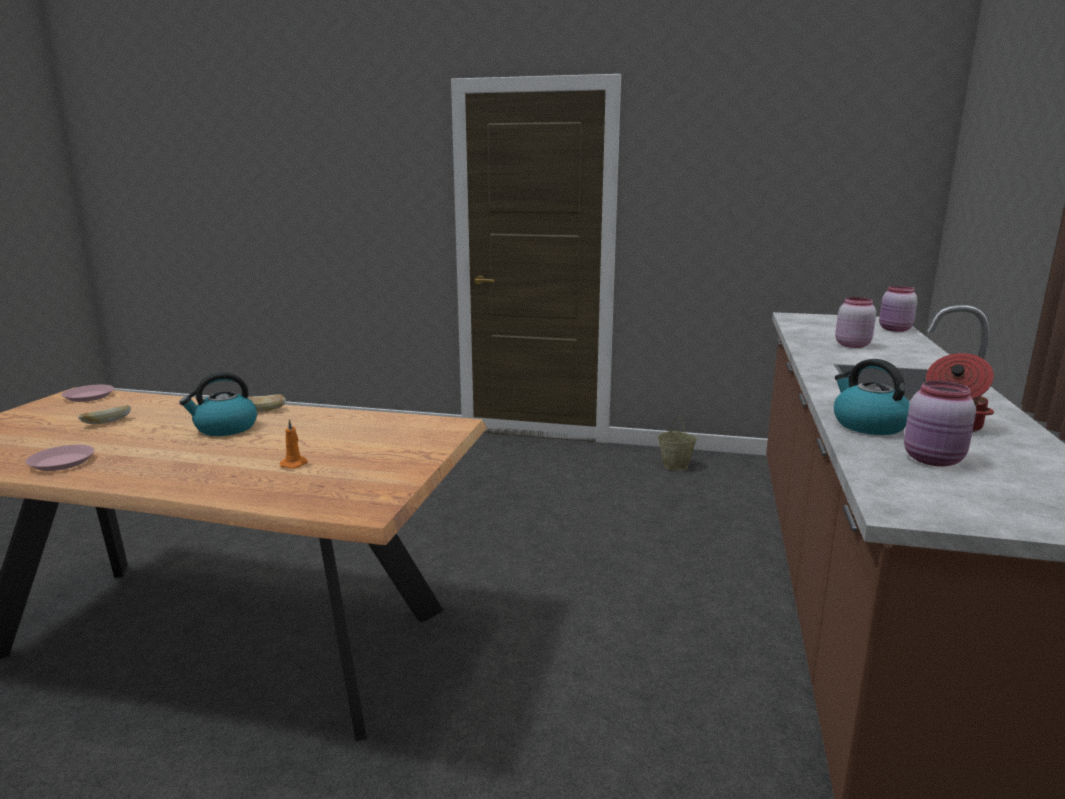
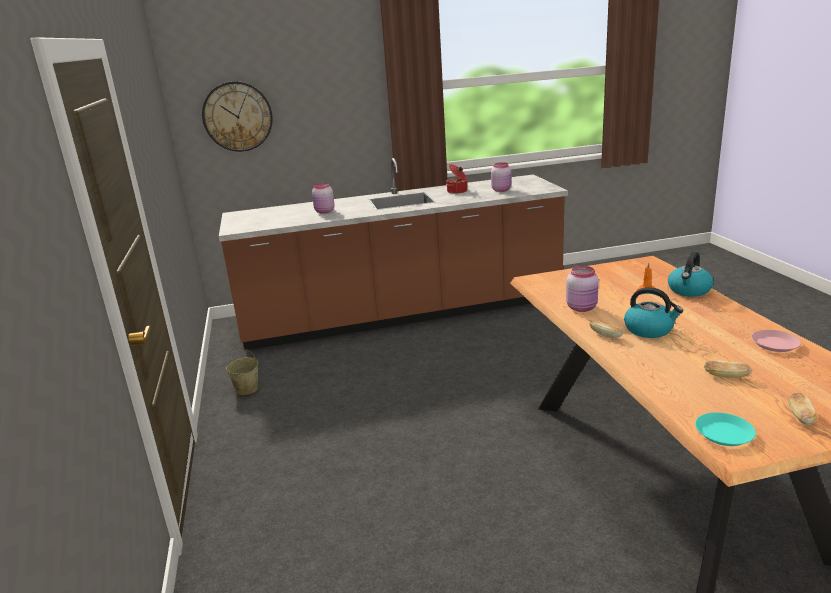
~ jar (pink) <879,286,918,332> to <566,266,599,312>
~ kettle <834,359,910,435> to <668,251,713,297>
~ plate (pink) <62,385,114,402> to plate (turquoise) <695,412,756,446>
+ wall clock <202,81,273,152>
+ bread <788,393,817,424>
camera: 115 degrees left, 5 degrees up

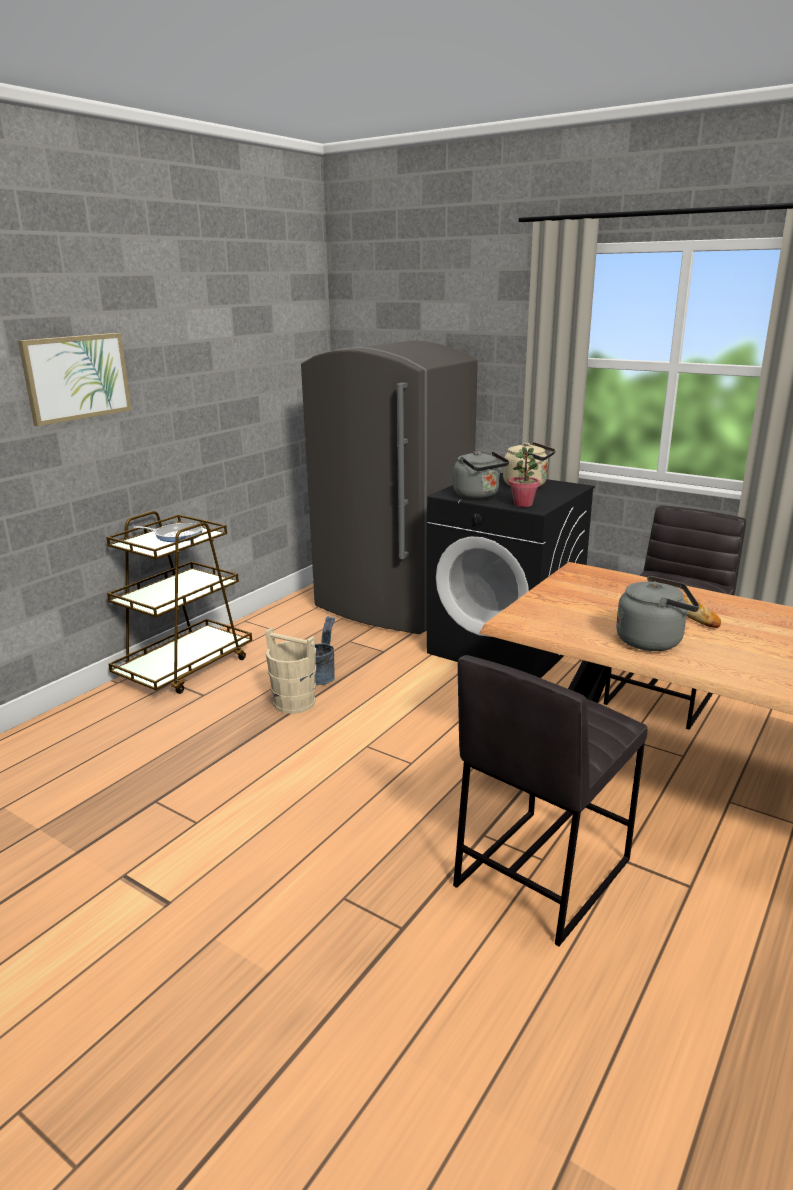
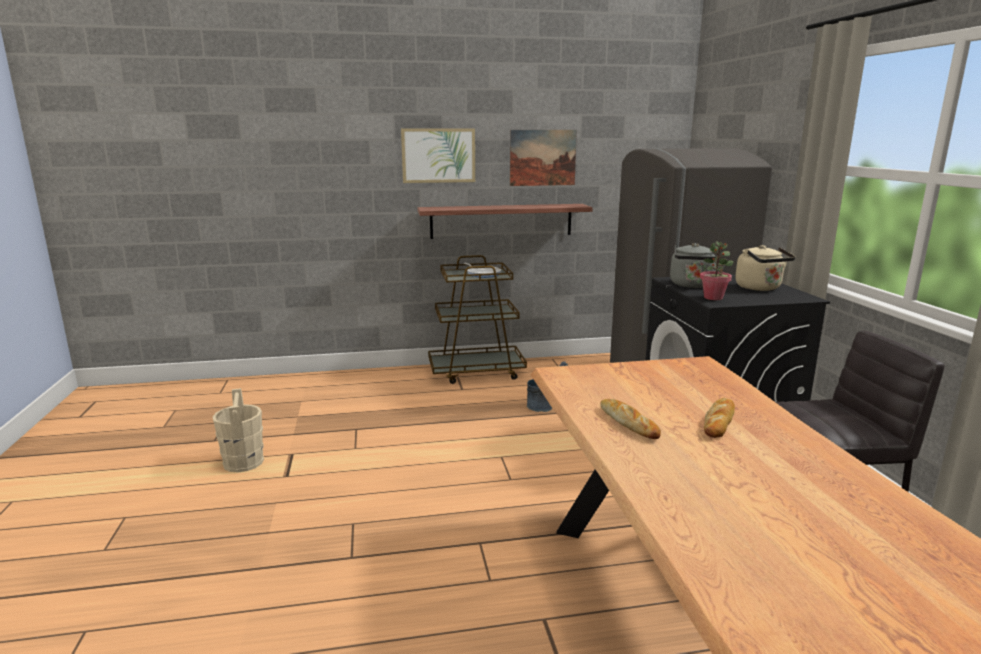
~ kettle (grey) <616,576,699,651> to bread <601,399,661,439>
~ bucket (beige) <265,628,316,714> to <212,388,264,472>
- stool (grey) <453,655,647,946>
+ picture <510,130,577,186>
+ shelf <417,204,593,239>
camera: 45 degrees right, 5 degrees down

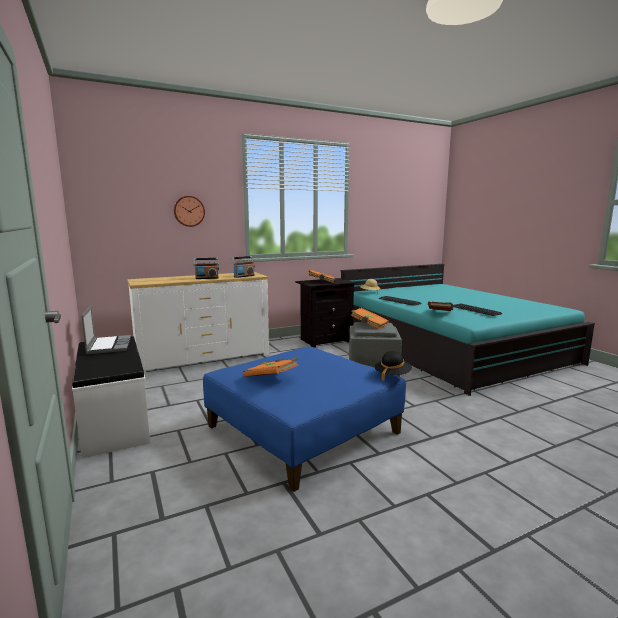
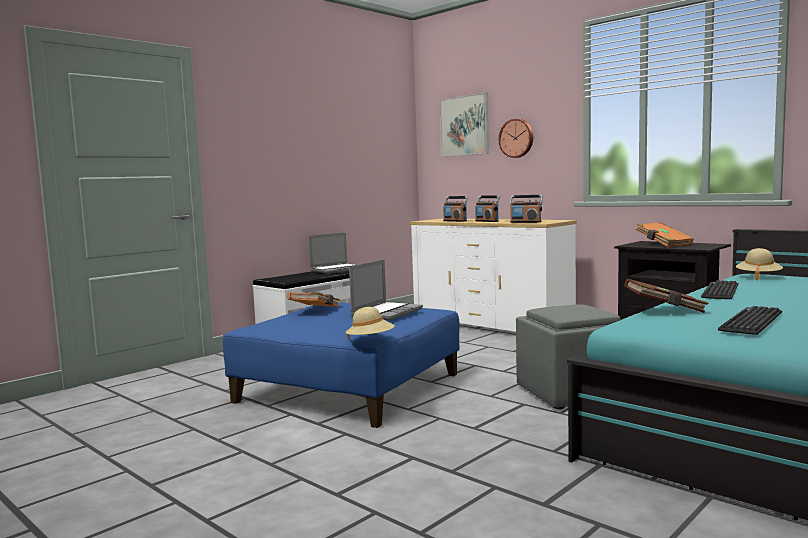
- book (orange) <350,308,389,329>
~ hat (black) <375,351,412,381> to hat (beige) <346,307,395,340>
+ picture <439,93,489,157>
+ radio <443,196,469,222>
+ laptop <349,259,423,320>
camera: 70 degrees right, 5 degrees down

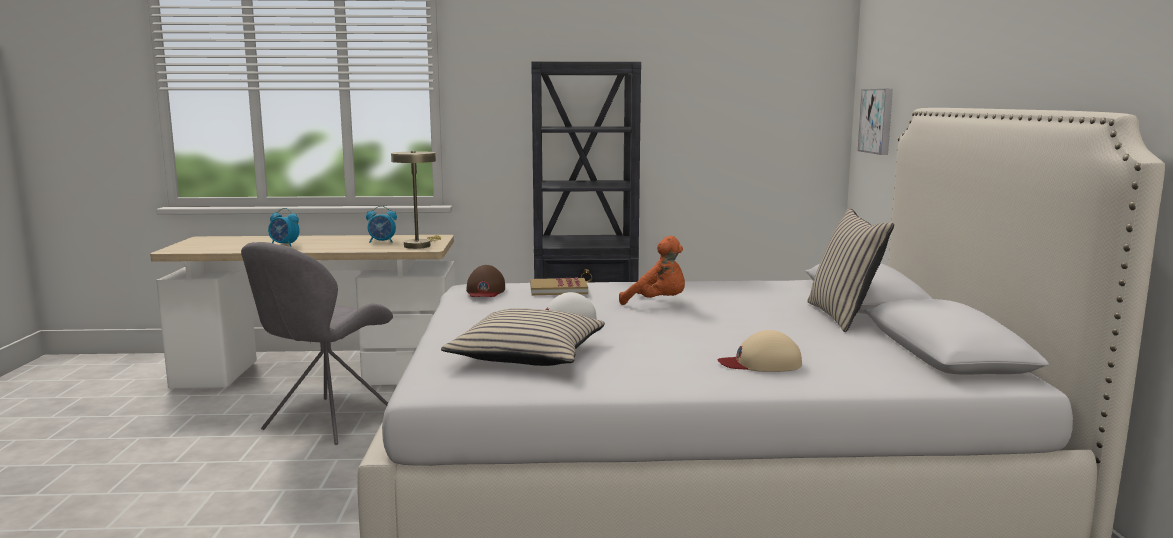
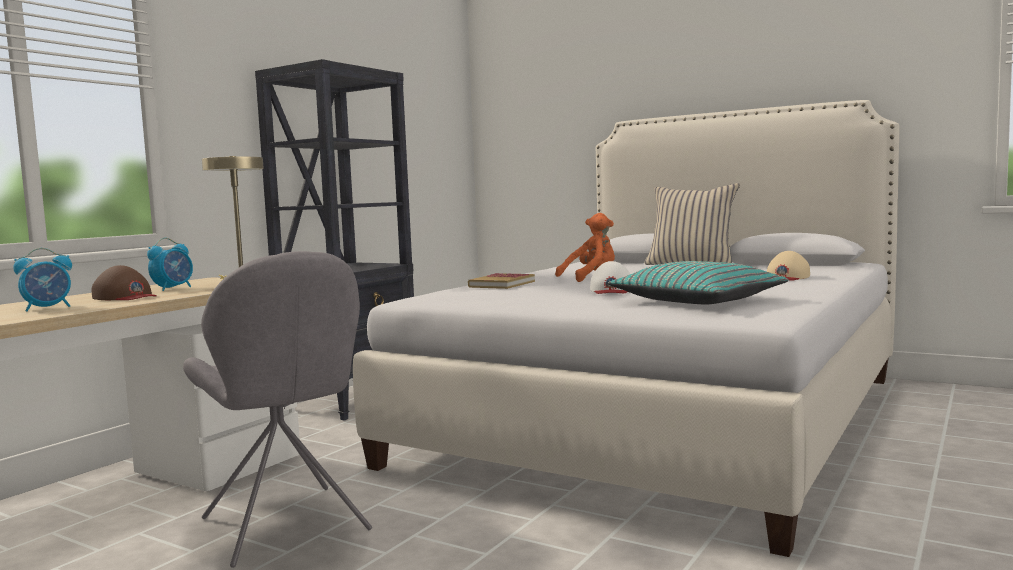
- picture <858,89,893,155>
~ cap (brown) <466,265,505,297> to <92,265,157,300>
~ pillow (beige) <441,308,605,366> to pillow (turquoise) <608,261,789,304>
camera: 55 degrees left, 5 degrees down

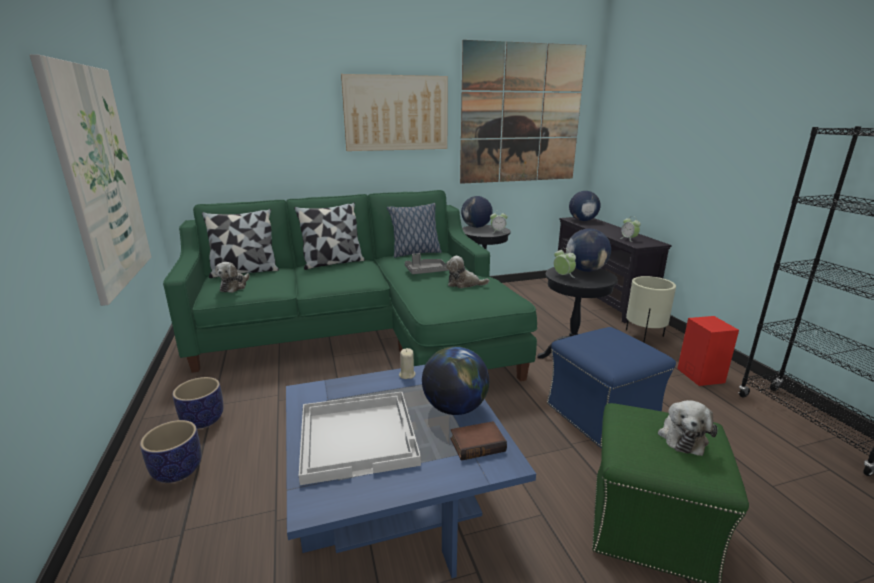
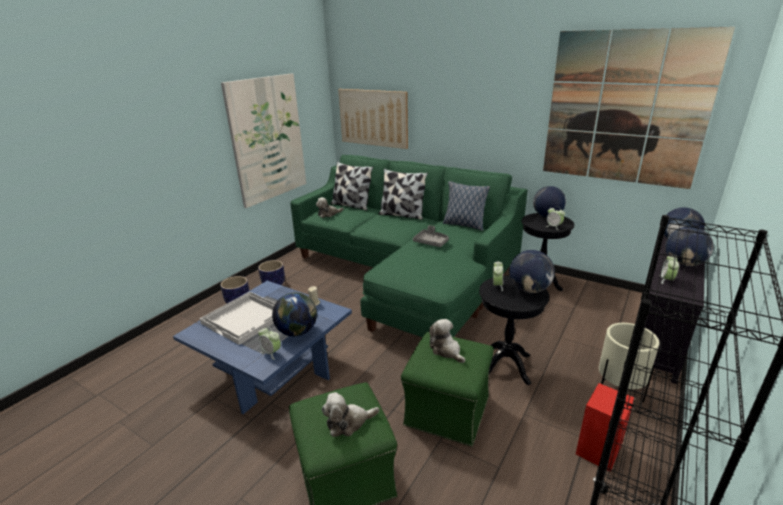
~ picture <341,74,448,151> to <338,89,408,149>
~ plush toy <446,256,489,288> to <429,319,465,363>
~ ottoman (blue) <547,327,676,448> to ottoman (green) <401,332,494,447>
~ book <451,421,507,461> to alarm clock <258,326,281,360>
+ globe <665,227,714,267>
camera: 50 degrees right, 5 degrees up

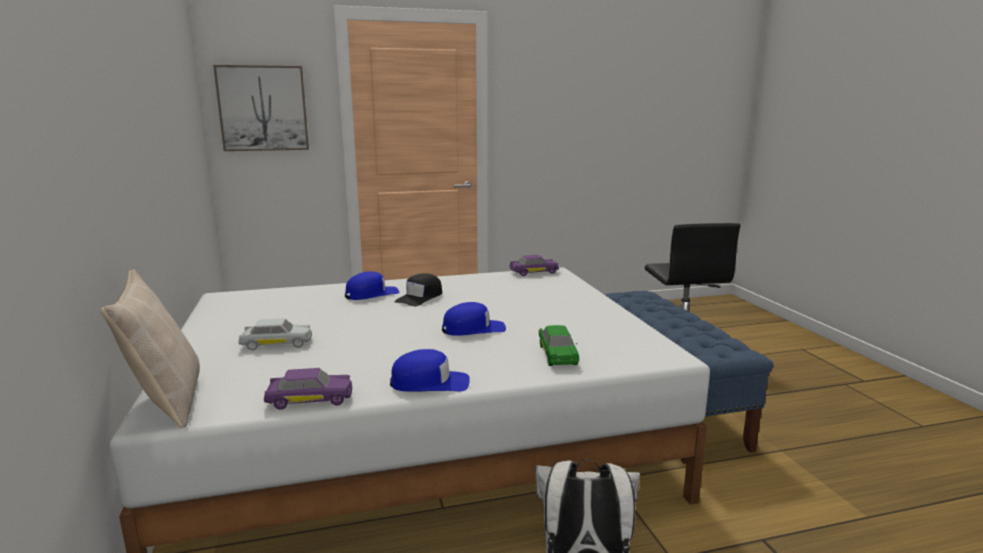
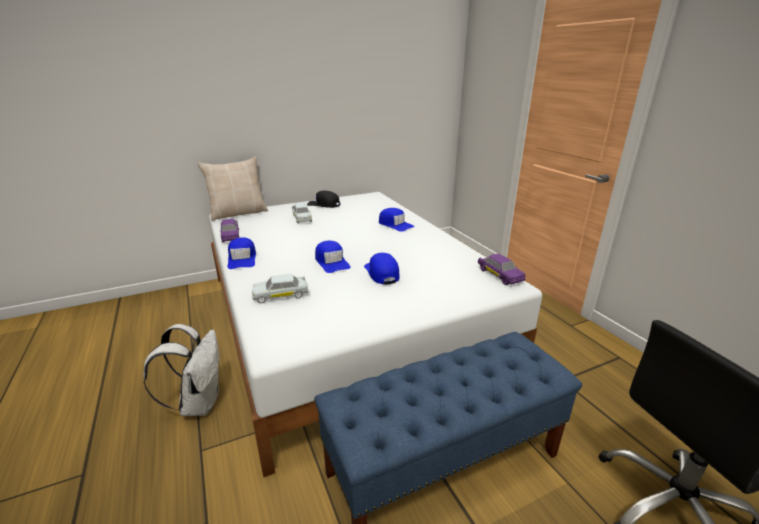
- picture <213,65,309,151>
~ cap (black) <395,273,442,306> to <307,191,341,208>
~ toy car (green) <539,325,579,366> to toy car (white) <252,274,308,303>
+ cap (blue) <364,253,400,284>
camera: 80 degrees right, 10 degrees up

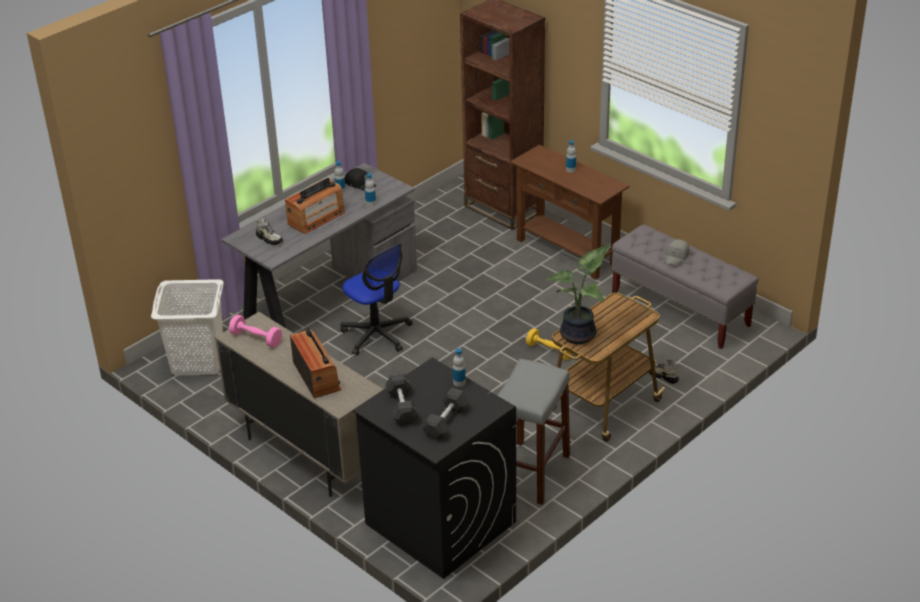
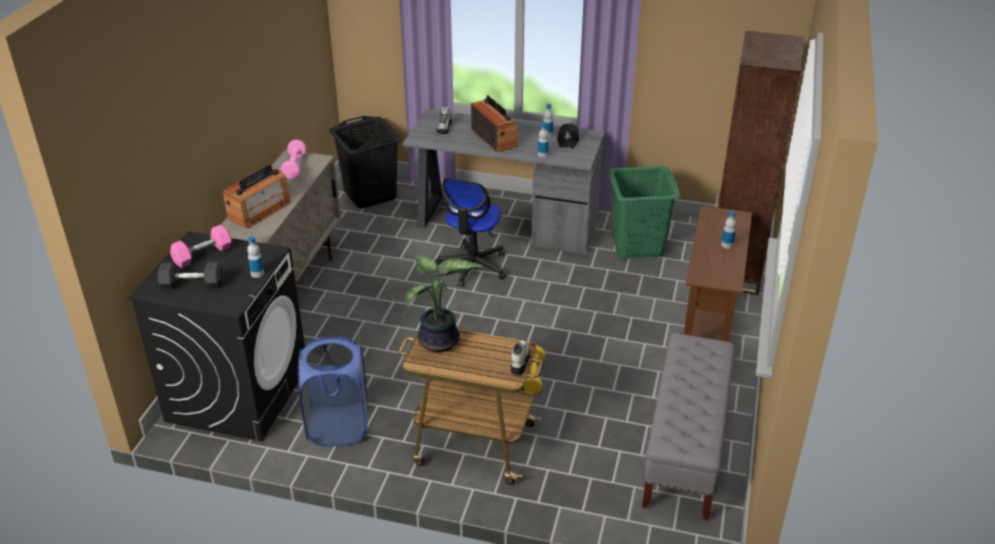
~ radio <285,178,345,234> = <471,95,518,152> 135 degrees counterclockwise
- cap (grey) <664,239,690,266>
~ laundry basket (white) <151,279,224,376> to laundry basket (black) <329,116,402,209>
~ stool (grey) <497,359,570,505> to laundry basket (blue) <298,336,368,446>
~ shoe <649,360,679,384> to <511,339,530,375>
~ dumbbell (grey) <385,374,419,426> to dumbbell (pink) <170,225,232,268>
+ laundry basket (green) <608,166,680,259>
camera: 60 degrees right, 0 degrees up

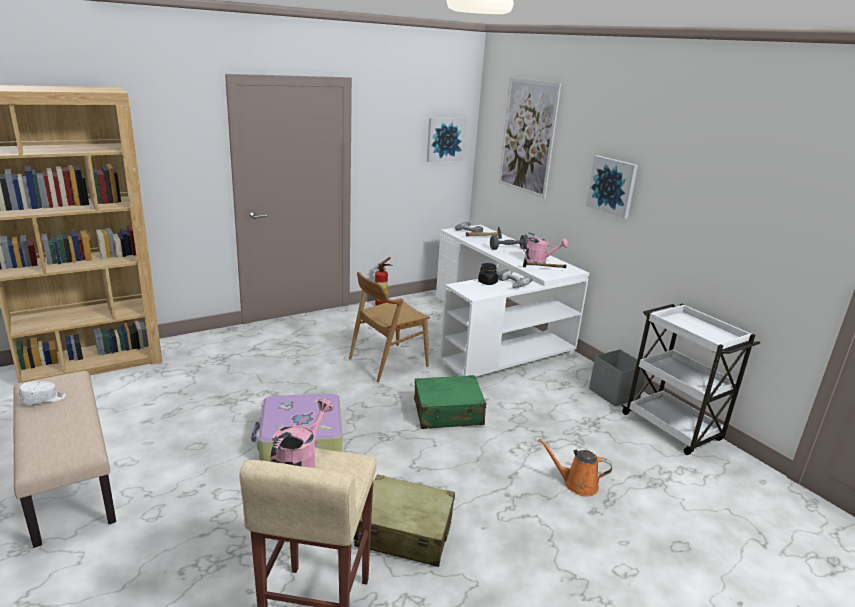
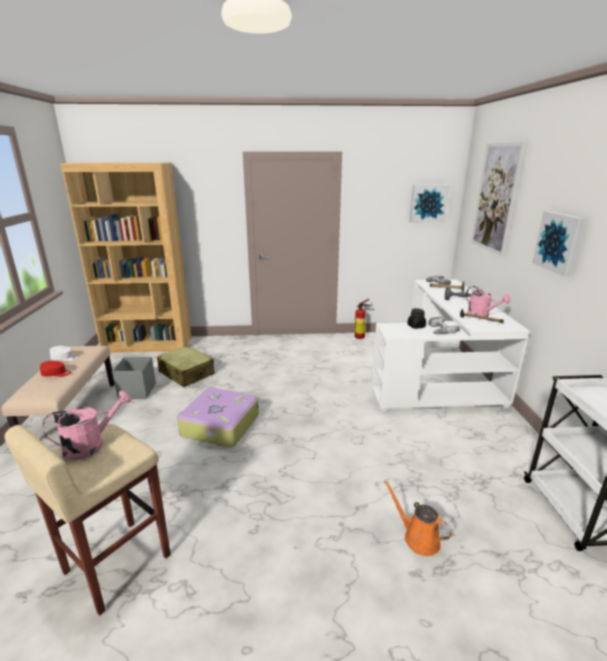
- chair (brown) <349,272,430,383>
~ storage box (grey) <589,349,646,406> to <112,357,156,399>
- suitcase (green) <414,375,486,429>
~ suitcase (beige) <354,475,455,567> to <157,345,215,387>
+ cap (red) <40,361,71,377>
camera: 30 degrees right, 0 degrees up

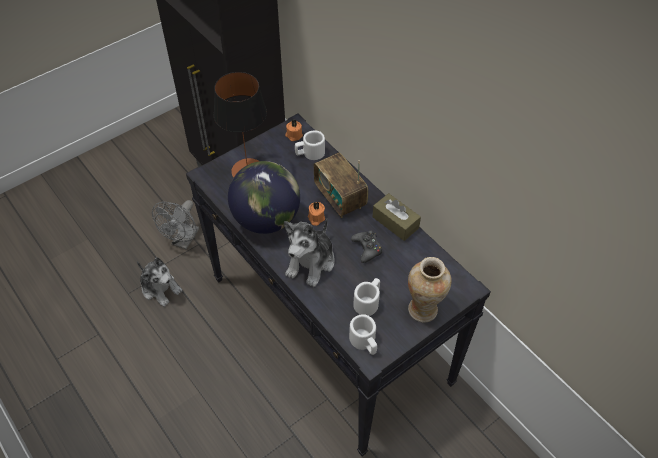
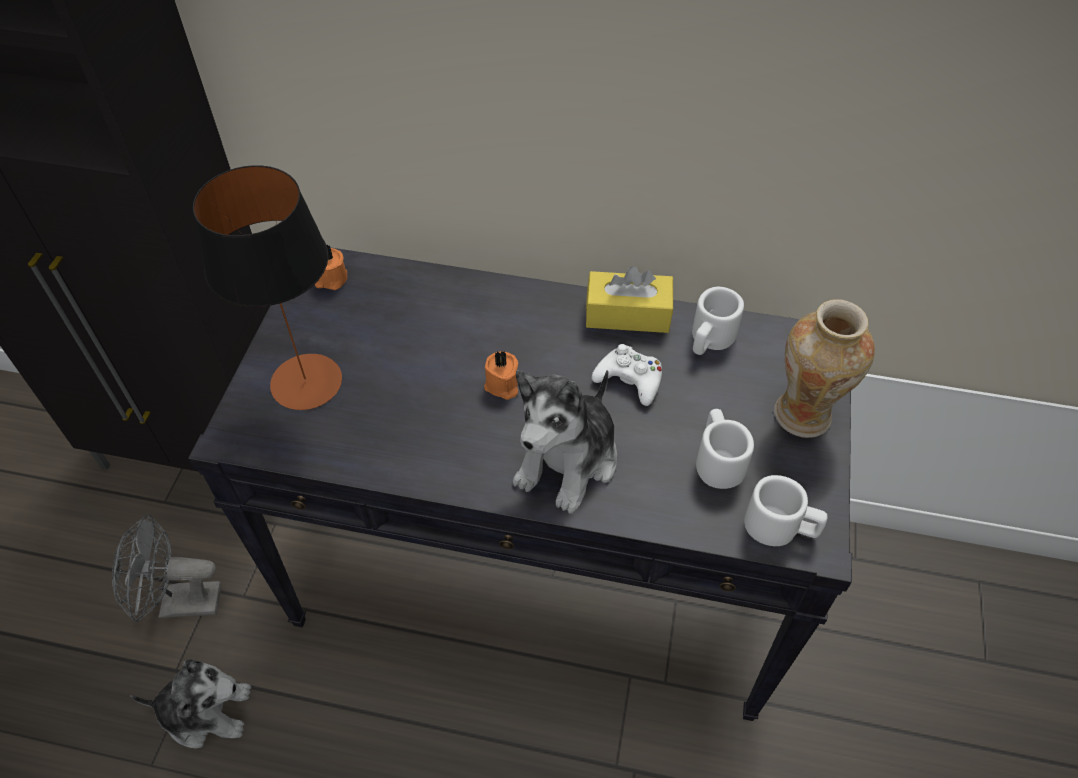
~ mug (white) <295,130,325,160> to <692,287,744,355>
- radio <314,153,368,218>
- globe <228,161,300,234>
~ tissue box (brown) <373,193,421,241> to tissue box (yellow) <586,266,673,333>
~ fan (grey) <152,200,199,249> = <112,515,222,622> 105 degrees clockwise
~ plush toy <284,218,335,287> = <513,370,617,514> 45 degrees clockwise
~ game controller (black) <351,230,383,263> to game controller (white) <592,344,662,406>
camera: 40 degrees left, 0 degrees up

